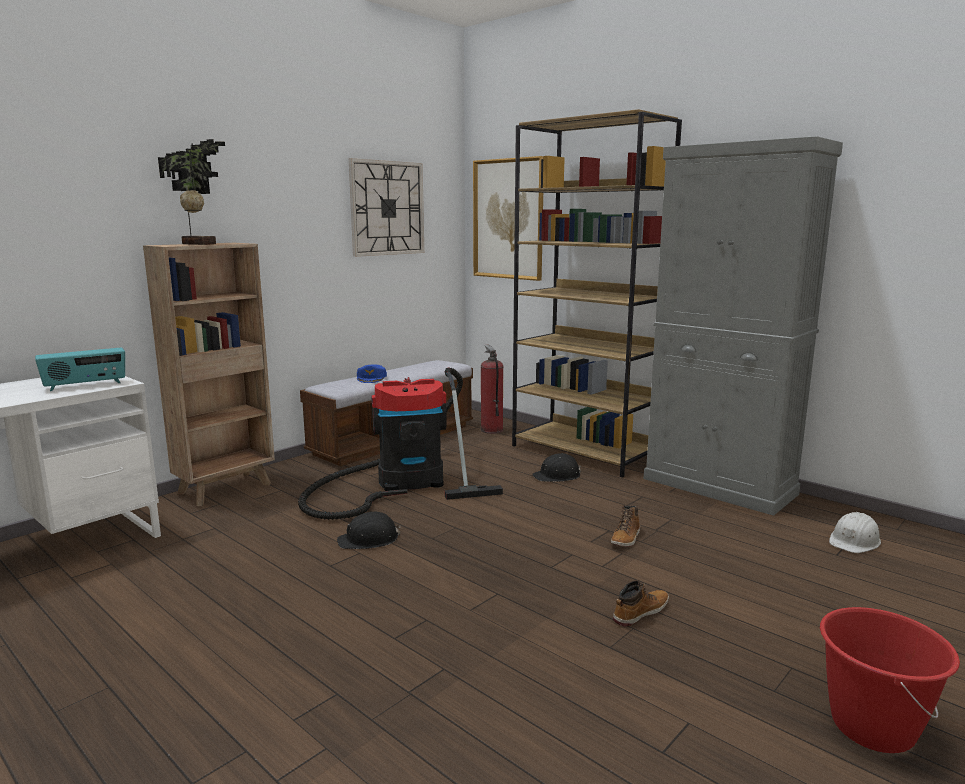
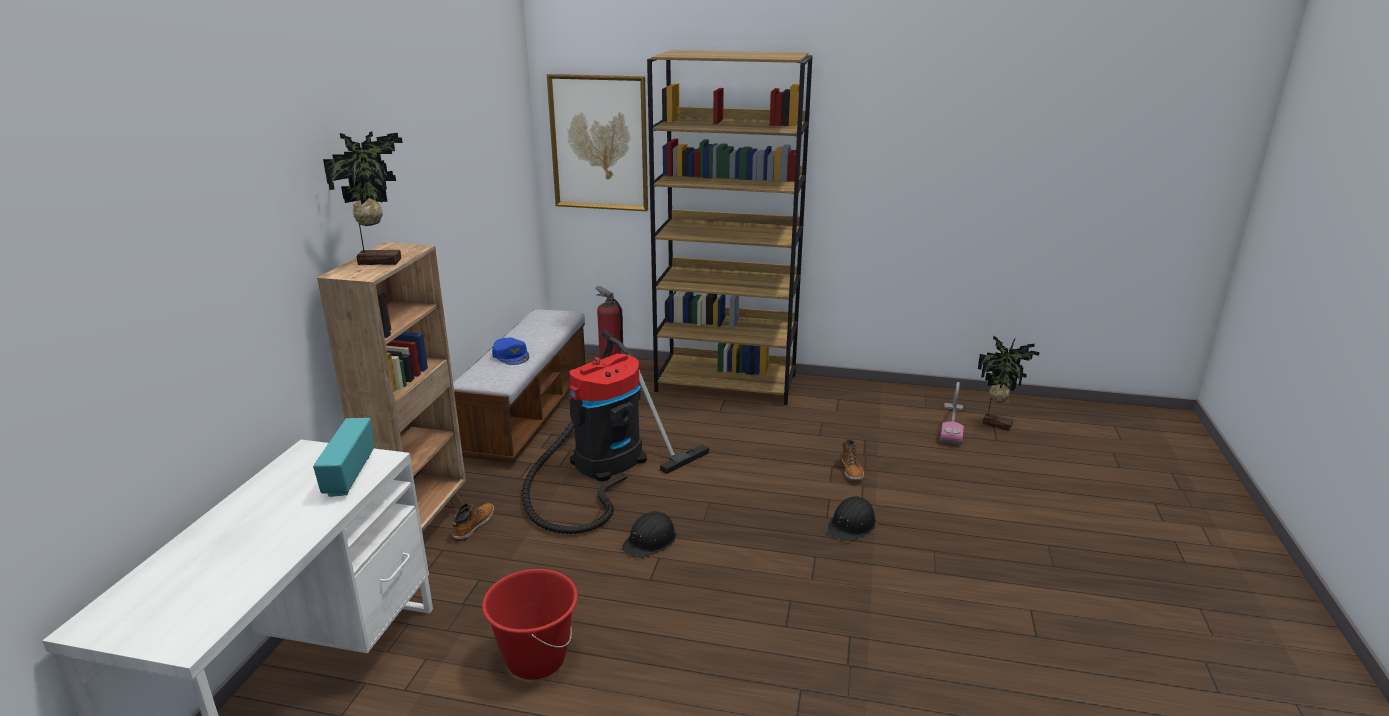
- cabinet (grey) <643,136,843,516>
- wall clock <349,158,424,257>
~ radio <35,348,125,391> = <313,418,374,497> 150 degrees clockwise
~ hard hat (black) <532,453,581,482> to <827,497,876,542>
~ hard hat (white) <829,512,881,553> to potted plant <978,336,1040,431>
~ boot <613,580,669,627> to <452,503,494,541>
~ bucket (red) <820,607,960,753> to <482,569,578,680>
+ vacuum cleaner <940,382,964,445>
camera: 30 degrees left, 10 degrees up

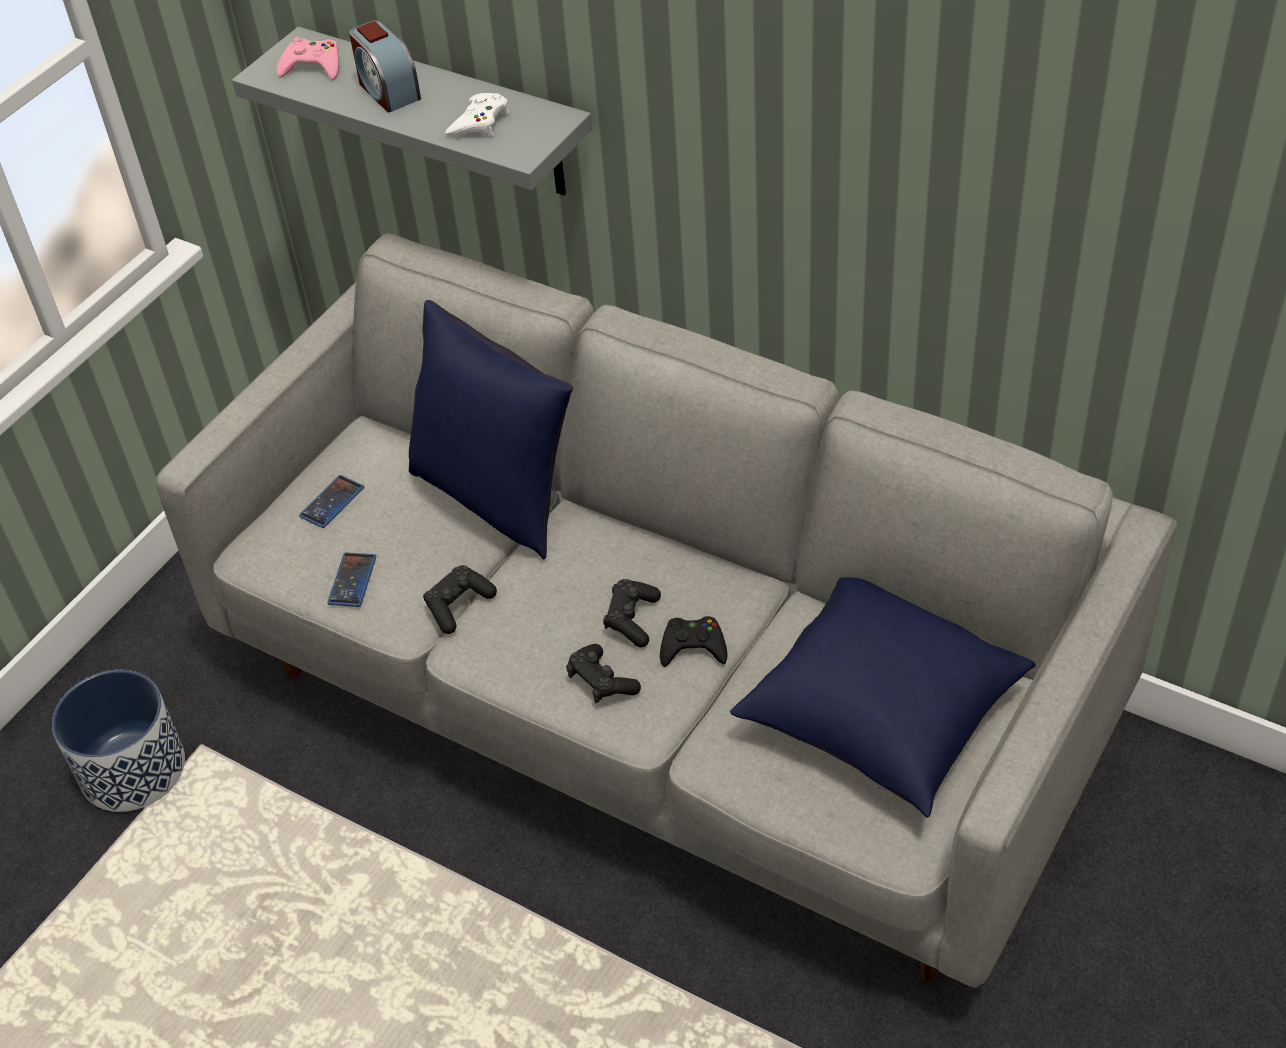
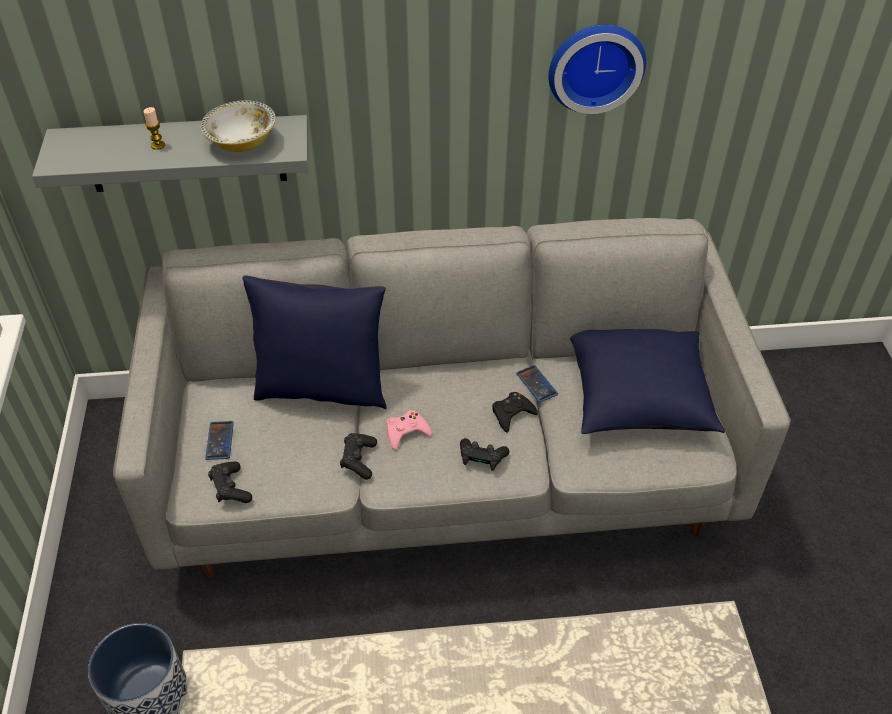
~ alarm clock <349,20,421,113> to candle <143,107,165,150>
~ game controller (pink) <277,37,339,80> to <386,410,432,450>
~ game controller (white) <445,93,509,137> to bowl <201,100,276,152>
~ phone <327,552,376,607> to <516,365,558,403>
~ game controller (black) <603,579,661,648> to <208,461,252,503>
+ wall clock <548,25,646,114>
camera: 40 degrees left, 0 degrees up

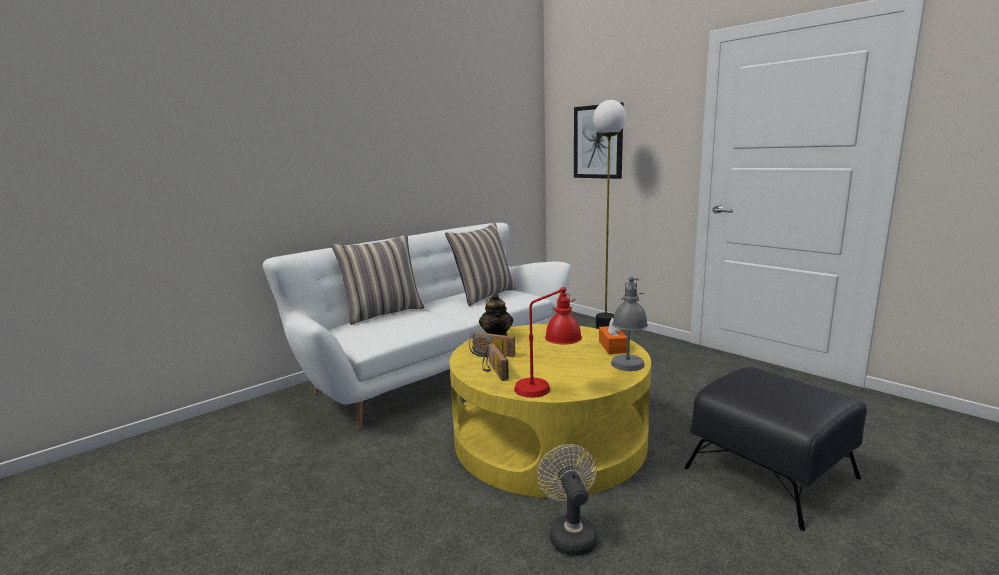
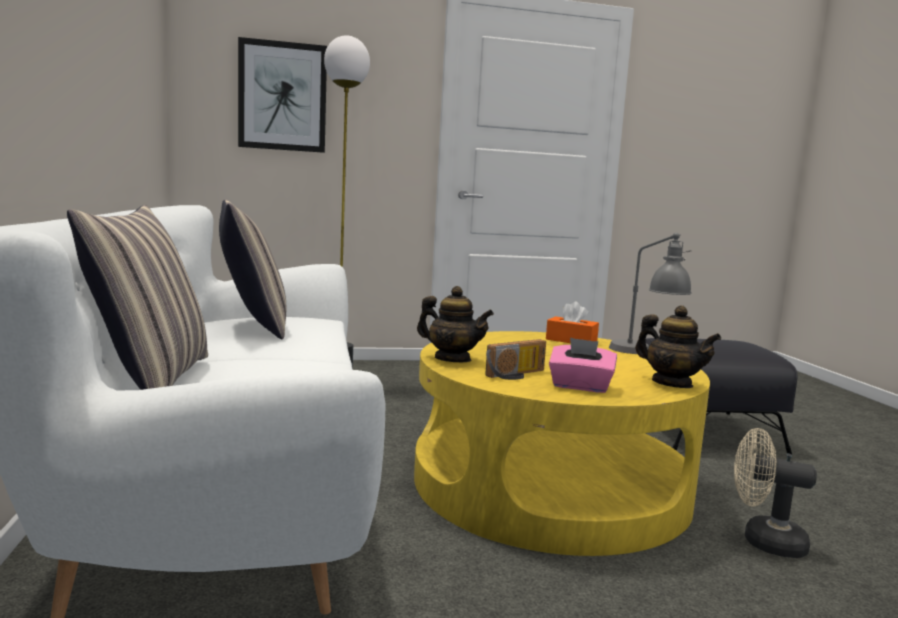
~ table lamp (red) <514,287,582,398> to teapot <635,305,721,388>
~ radio <482,343,509,381> to tissue box (pink) <549,337,617,393>
camera: 60 degrees left, 5 degrees down

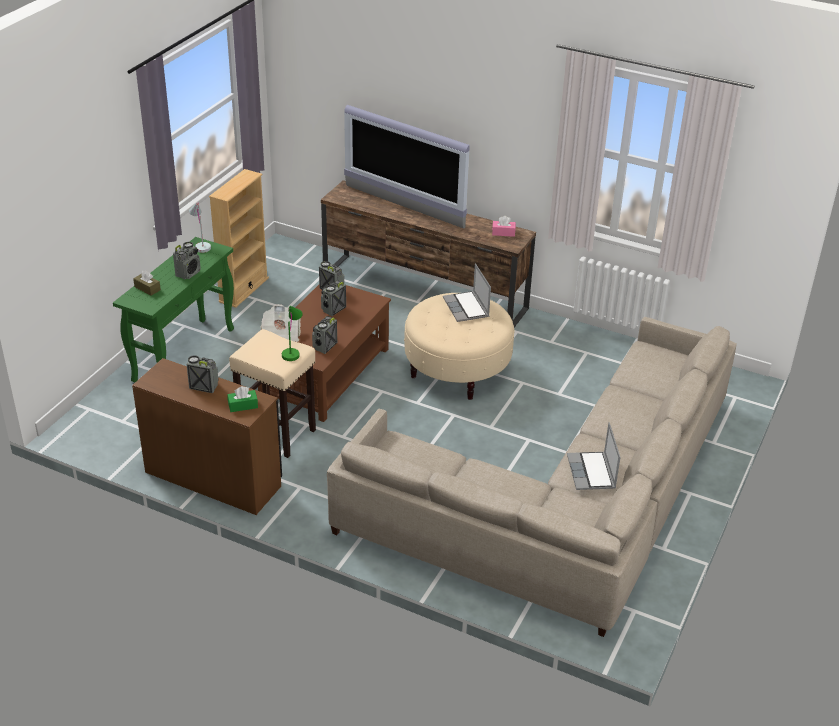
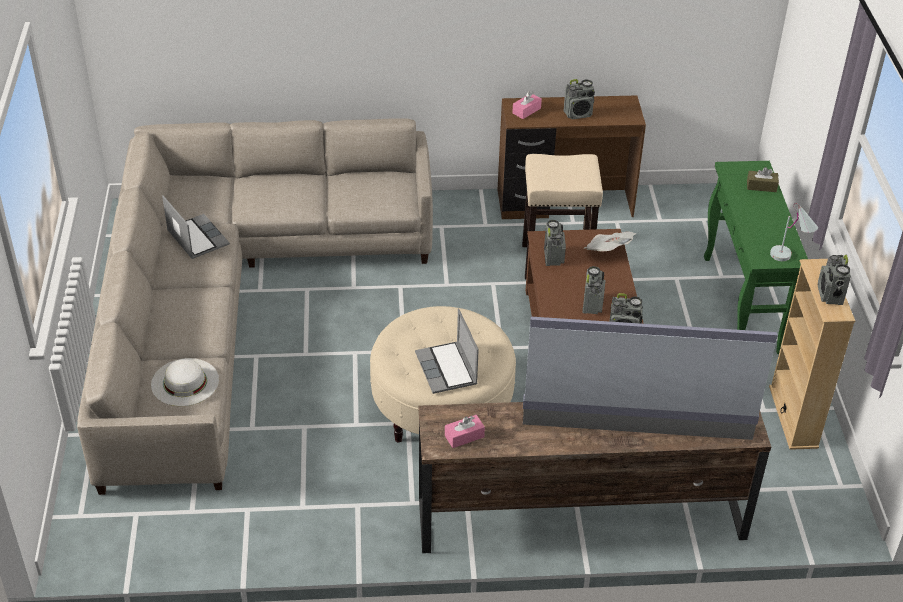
~ radio <173,242,201,279> to <818,254,851,305>
~ laptop <443,263,491,322> = <415,309,479,394> 150 degrees counterclockwise
- table lamp (green) <282,306,303,361>
~ tissue box (green) <227,386,258,412> to tissue box (pink) <512,91,542,119>
+ hat (white) <151,358,219,406>
camera: 150 degrees right, 5 degrees up

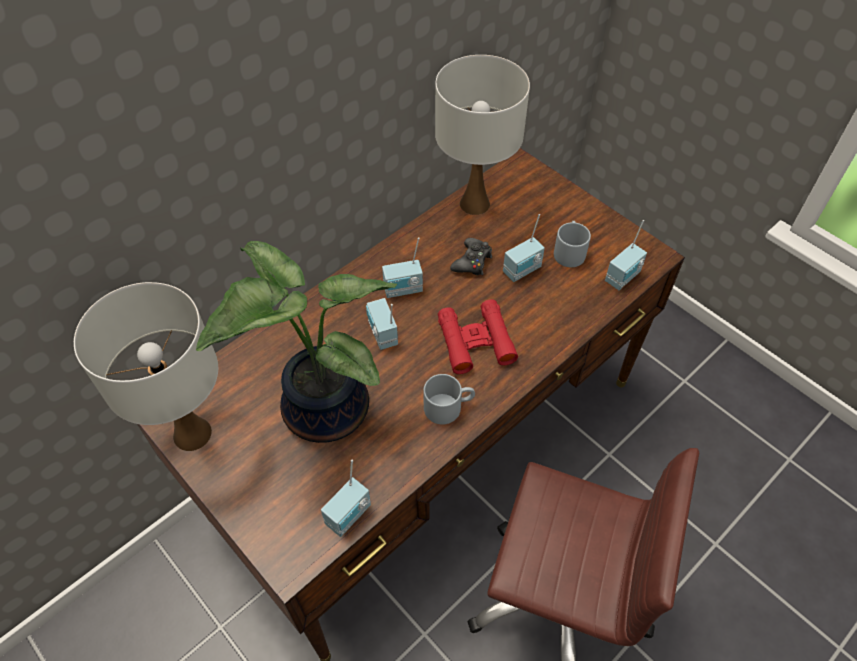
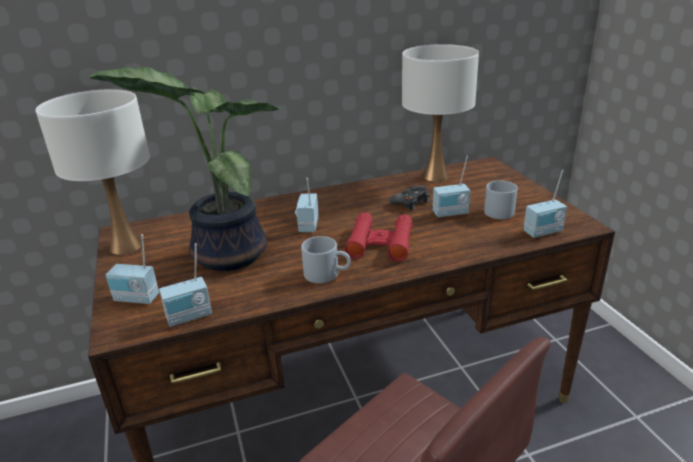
~ radio <382,237,423,298> to <106,234,159,304>
camera: 25 degrees right, 25 degrees down

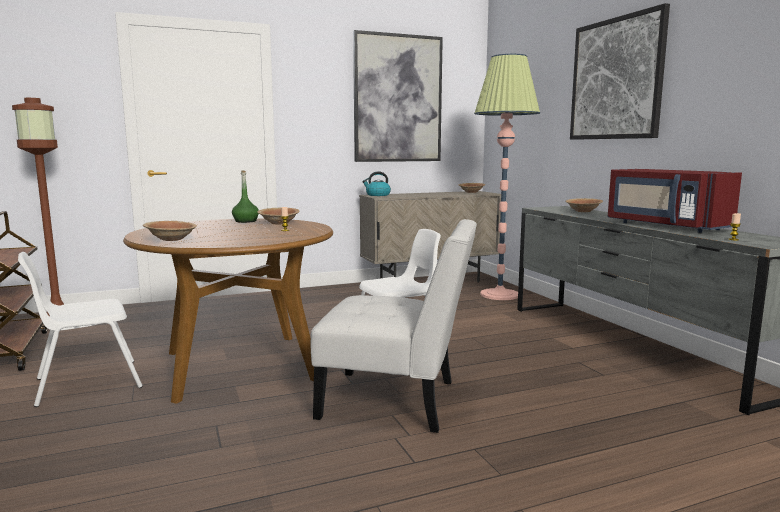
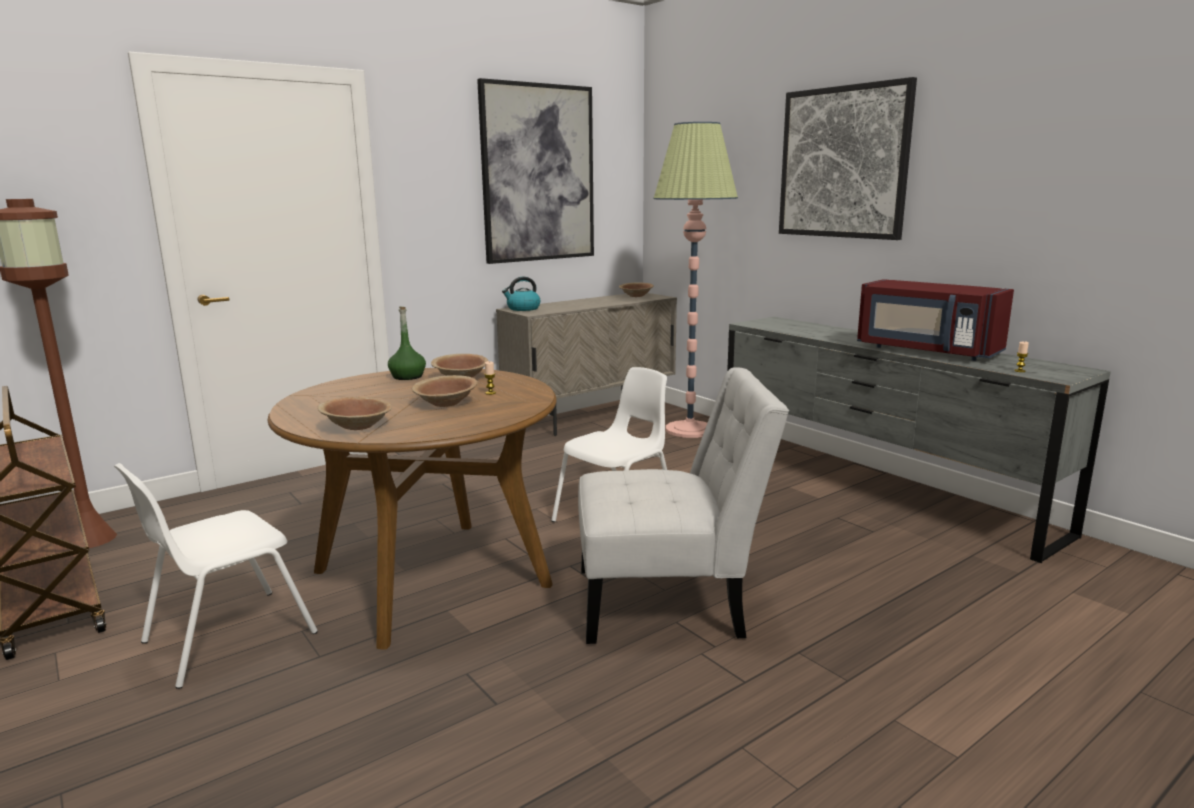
~ bowl (brown) <565,198,603,212> to <412,375,478,407>
camera: 15 degrees left, 5 degrees up

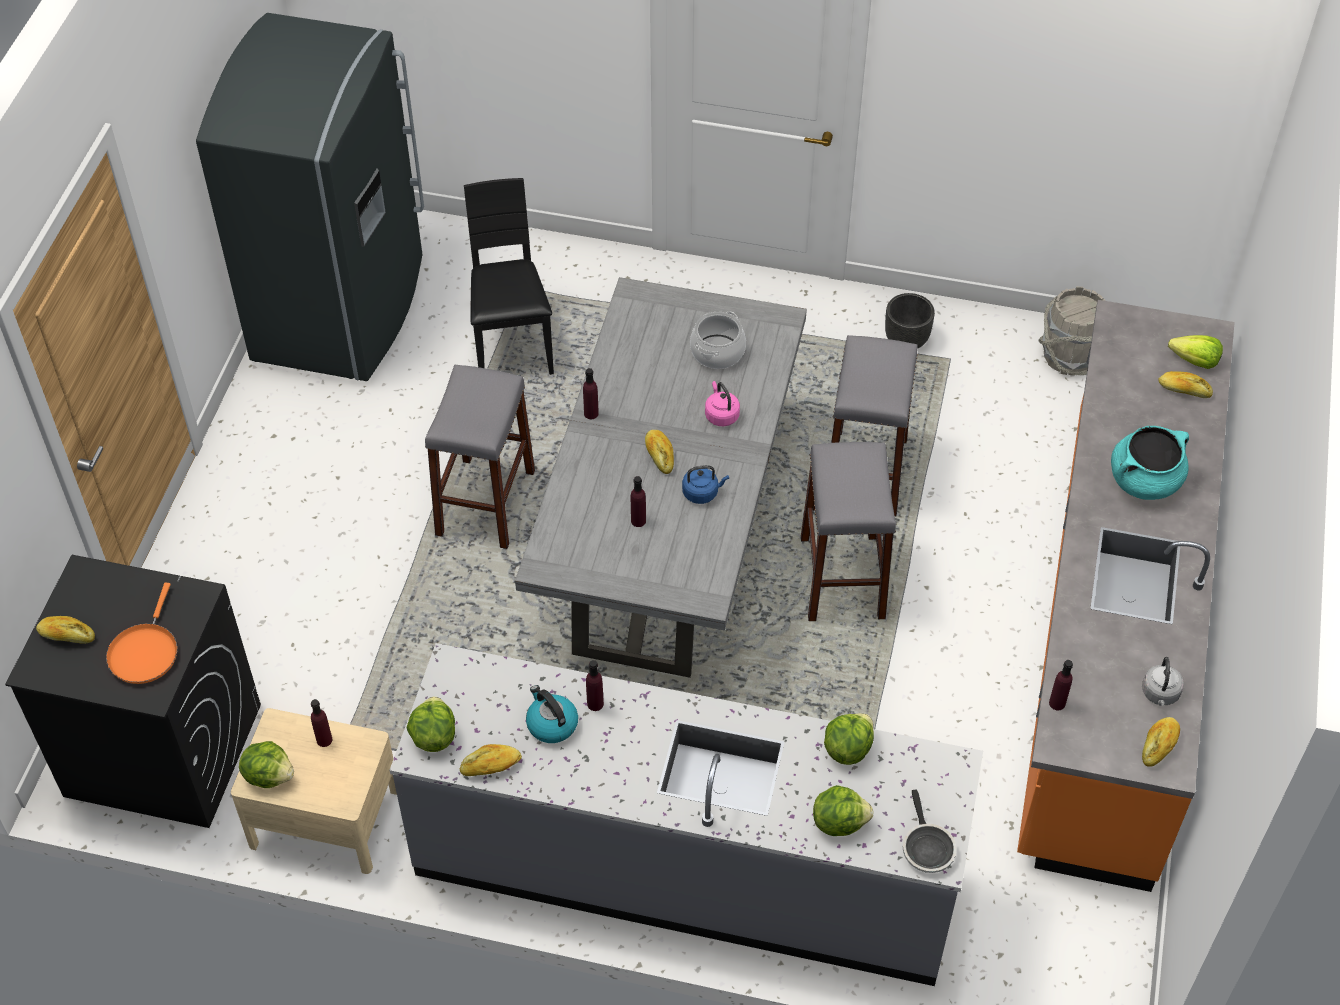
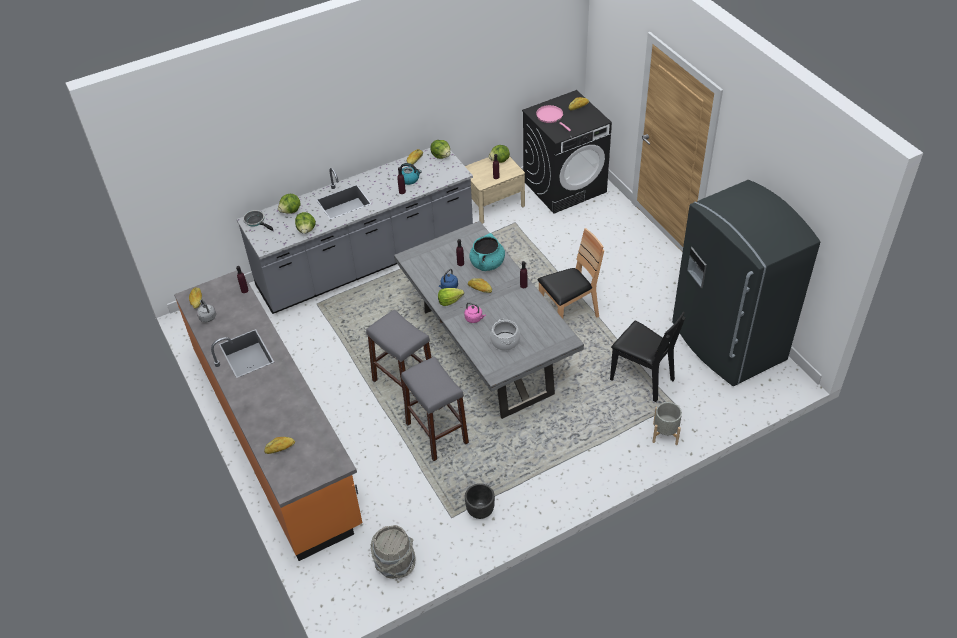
~ lettuce <1168,335,1223,369> to <438,288,464,306>
~ stool (grey) <425,365,535,549> to chair (brown) <537,228,604,319>
~ cooking pot (turquoise) <1111,426,1189,500> to <469,233,505,271>
~ frying pan (orange) <106,582,177,684> to frying pan (pink) <536,105,571,131>
+ planter (grey) <652,402,682,445>
camera: 140 degrees right, 5 degrees down

